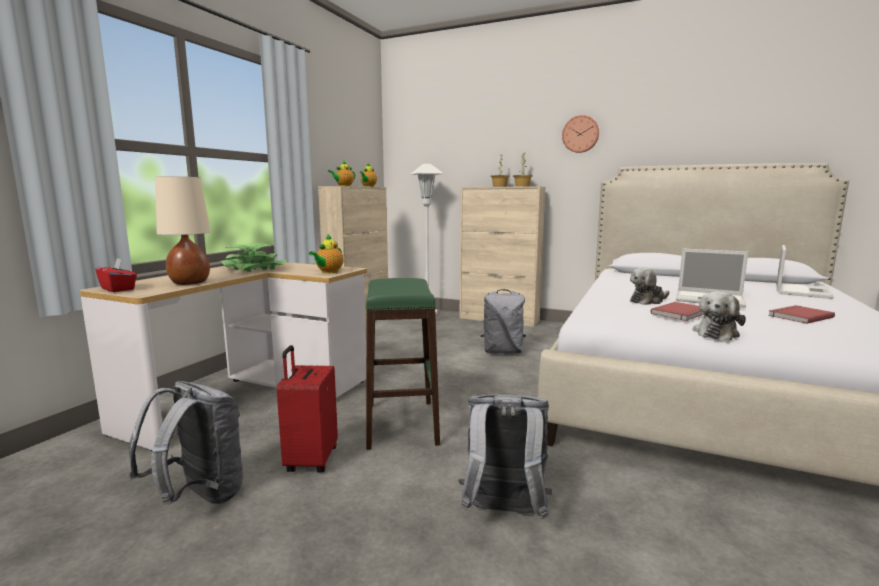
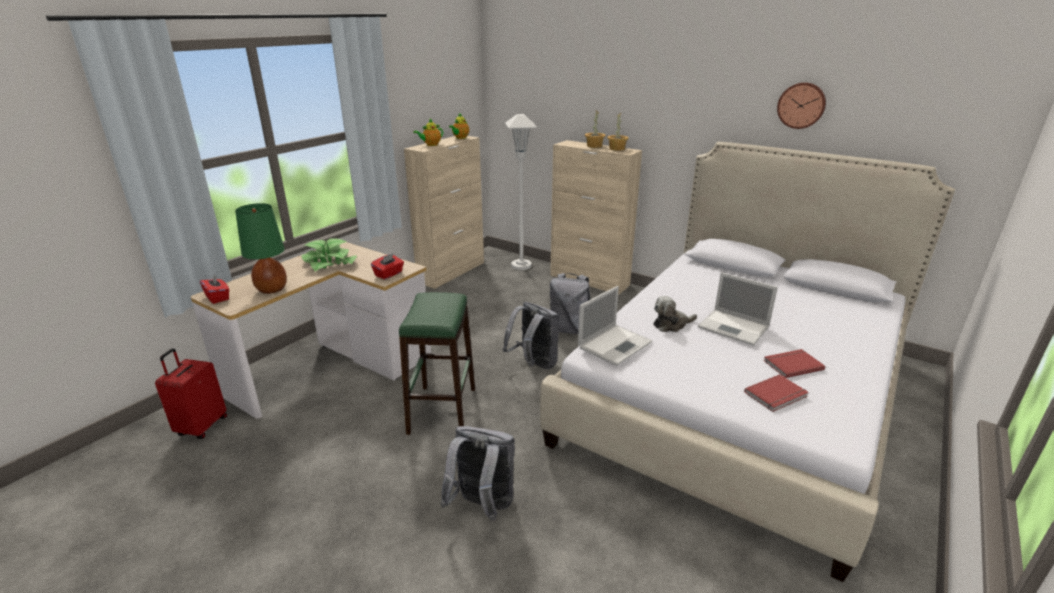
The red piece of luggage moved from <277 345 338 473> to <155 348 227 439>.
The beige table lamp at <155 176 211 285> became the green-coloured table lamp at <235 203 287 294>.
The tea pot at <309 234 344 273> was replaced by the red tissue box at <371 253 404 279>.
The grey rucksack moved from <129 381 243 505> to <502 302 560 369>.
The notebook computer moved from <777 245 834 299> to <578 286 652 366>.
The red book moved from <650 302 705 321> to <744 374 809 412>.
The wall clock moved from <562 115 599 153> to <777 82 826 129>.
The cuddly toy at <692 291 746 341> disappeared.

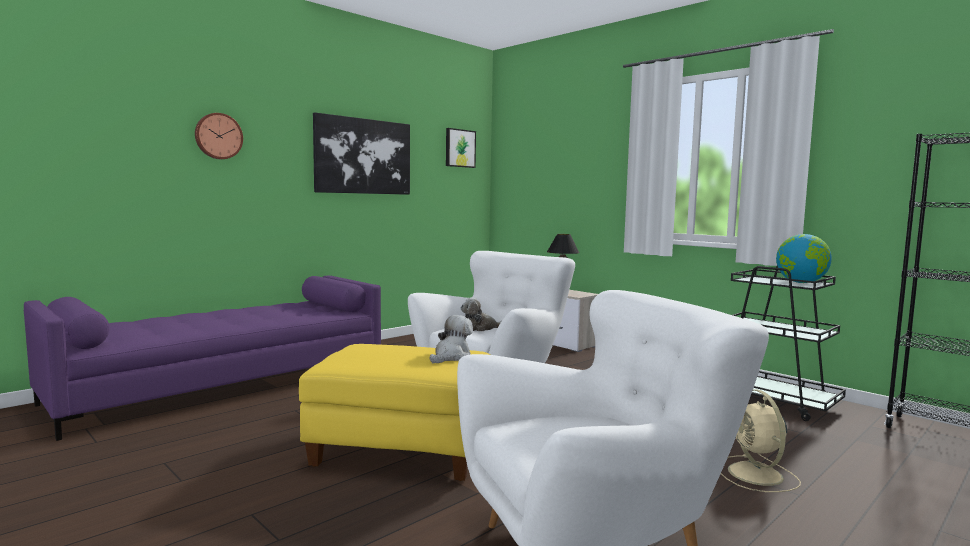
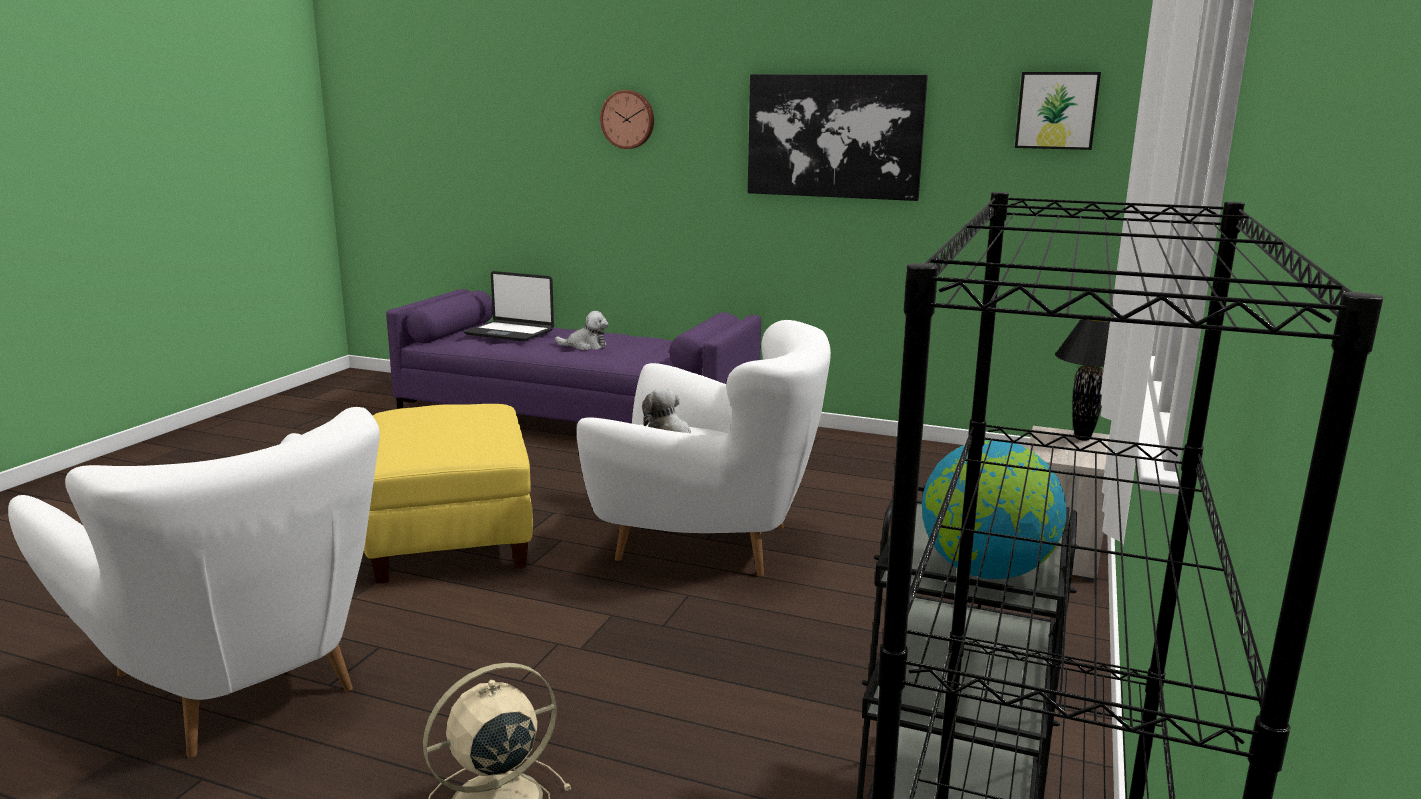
The notebook computer at <464 271 554 341> appeared.
The cuddly toy moved from <430 315 473 363> to <555 311 608 350>.

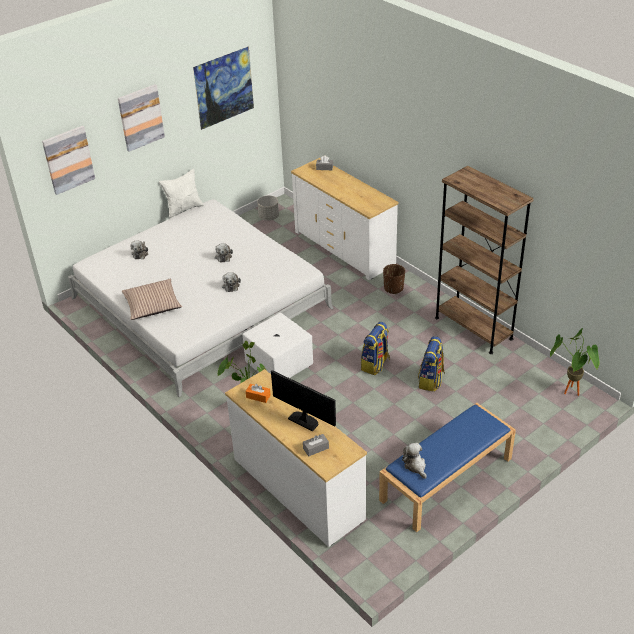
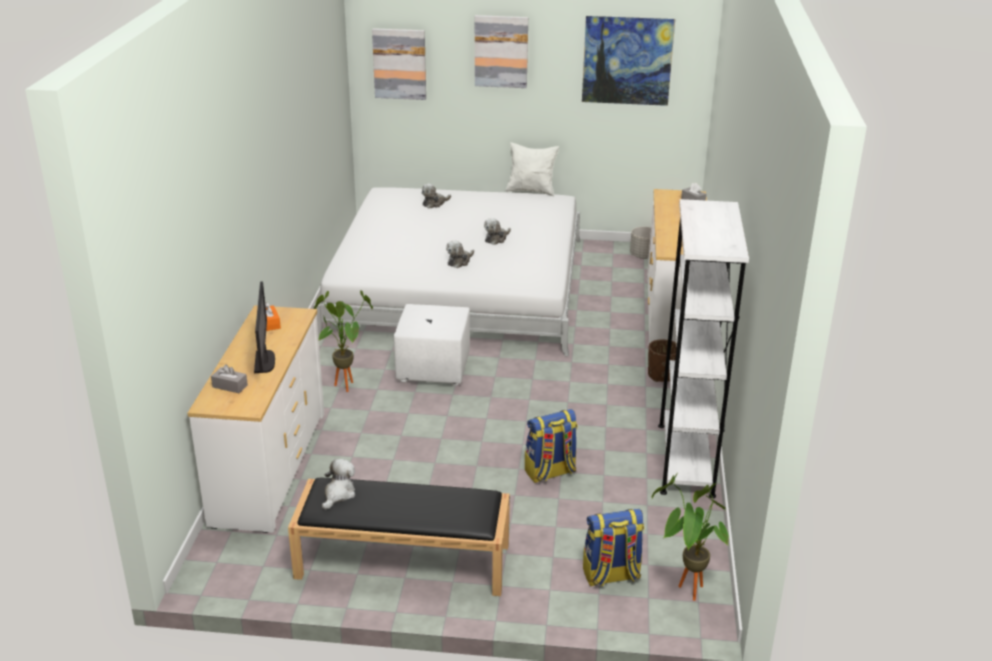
The bluish bench at <379 403 516 532> became the black bench at <288 477 510 596>.
The rucksack moved from <361 322 390 375> to <583 509 644 587>.
The brownish bookshelf at <435 166 534 354> became the white-coloured bookshelf at <658 199 749 498>.
The throw pillow at <122 279 182 320> disappeared.

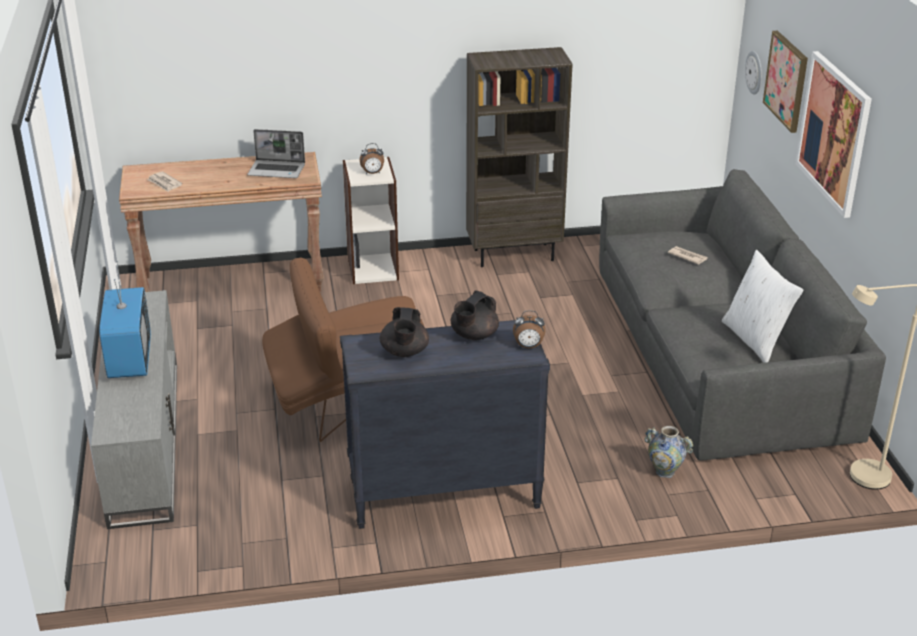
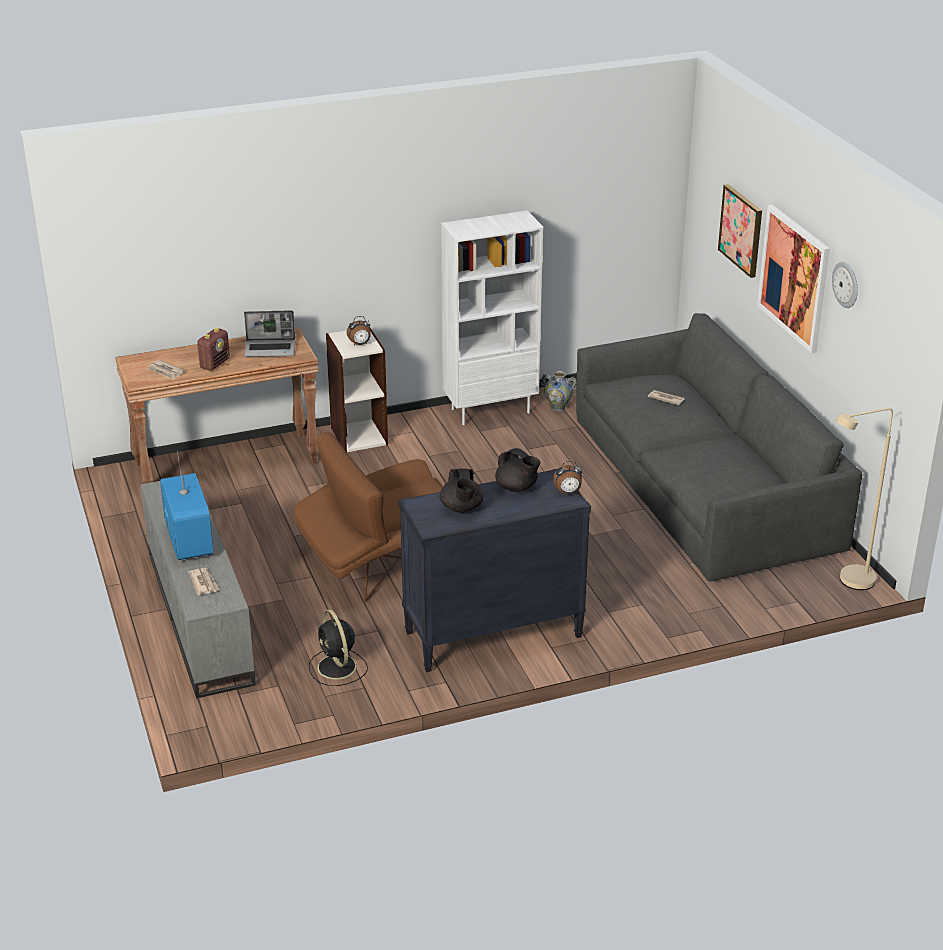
The daily paper at <188 568 219 595> appeared.
The radio set at <197 328 230 371> appeared.
The black cooling fan at <309 609 368 686> appeared.
The brownish bookshelf at <466 47 573 267> became the white-coloured bookshelf at <441 211 543 425>.
The black tea pot at <451 290 499 340> turned 75 degrees counterclockwise.
The decorative vase moved from <644 426 694 478> to <541 371 577 411>.
The wall clock moved from <745 51 762 94> to <832 262 858 308>.
The white-coloured throw pillow at <722 250 803 363> disappeared.

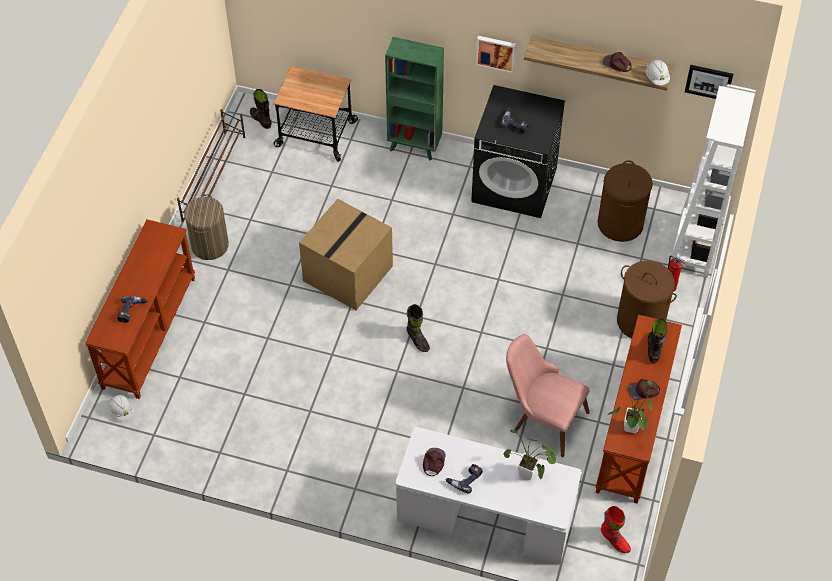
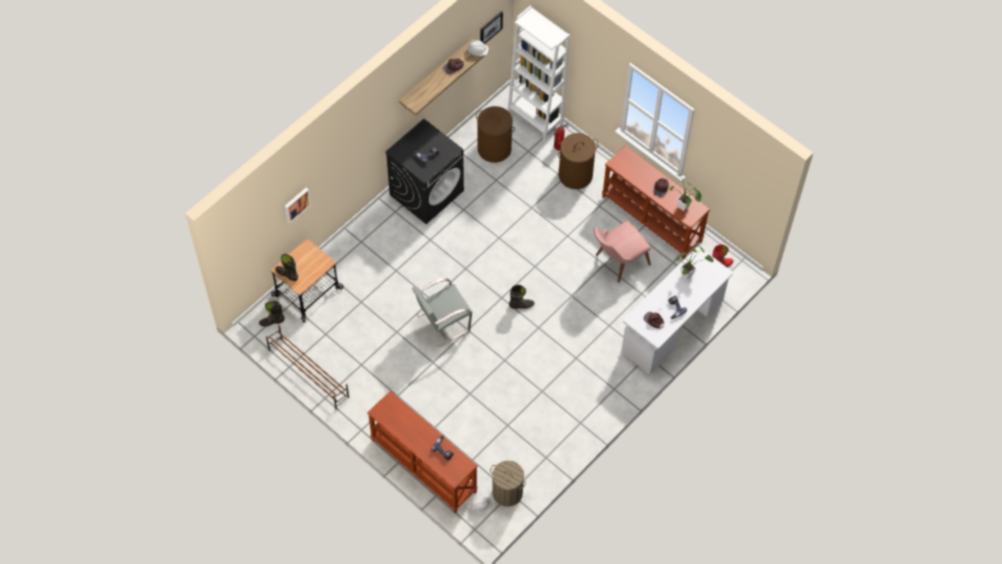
The black high-top boot moved from <648 318 667 363> to <275 254 298 281>.
The picture moved from <476 36 516 73> to <285 188 311 223>.
The packing box at <299 199 393 310> was replaced by the grey upright chair at <412 278 472 348>.
The laundry basket moved from <184 194 229 260> to <490 461 526 507>.
The green-coloured bookshelf at <385 37 444 160> disappeared.

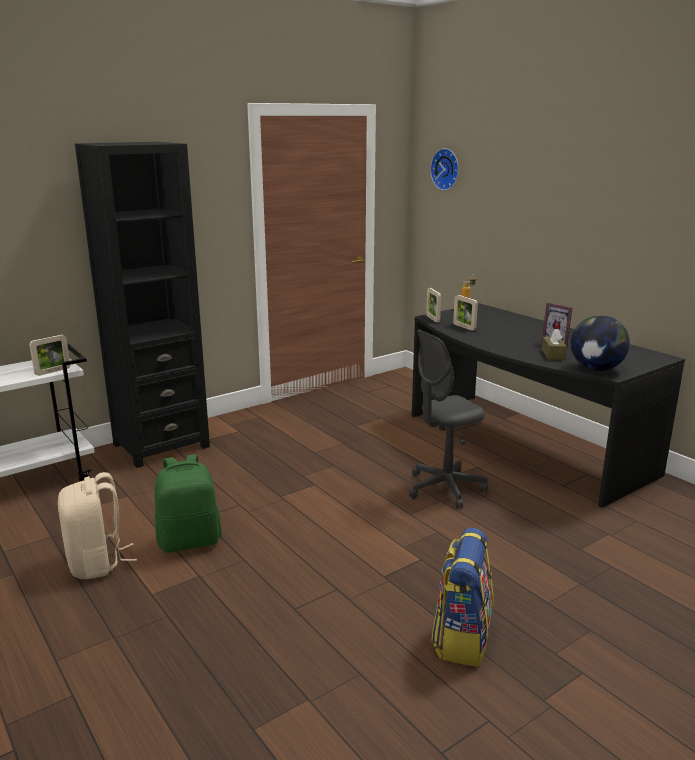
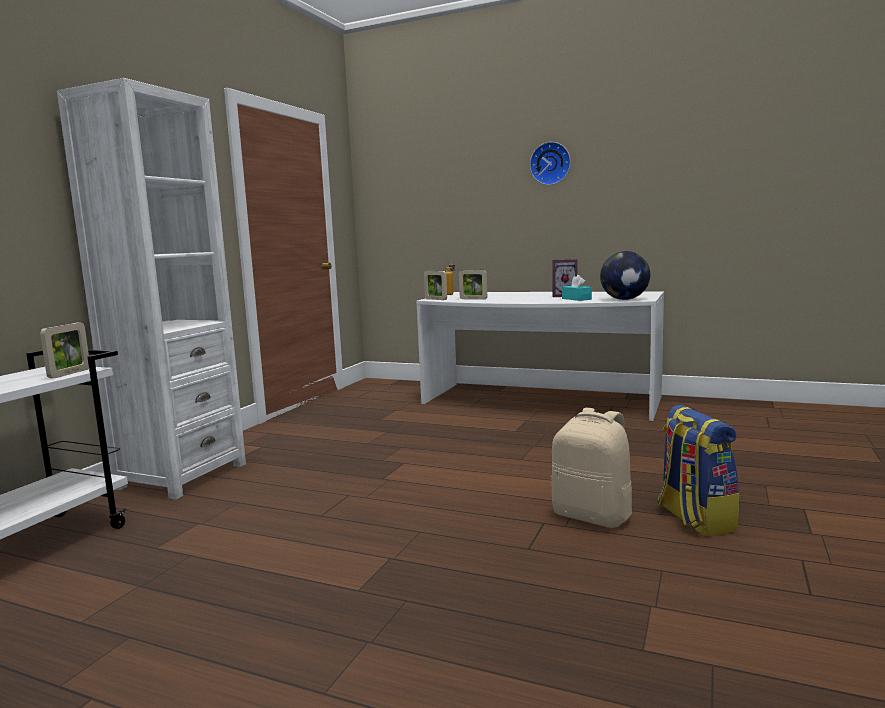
The black bookshelf at <75 142 210 468> became the white-coloured bookshelf at <57 78 246 500>.
The black desk table at <412 303 685 508> became the white-coloured desk table at <416 291 664 421>.
The wall clock moved from <430 148 459 190> to <530 142 571 185>.
The beige rucksack moved from <58 472 137 579> to <552 408 632 528>.
The brownish tissue box at <542 329 567 360> became the turquoise tissue box at <562 275 592 301>.
The green-coloured rucksack at <155 454 222 553> disappeared.
The grey computer chair at <409 330 488 508> disappeared.

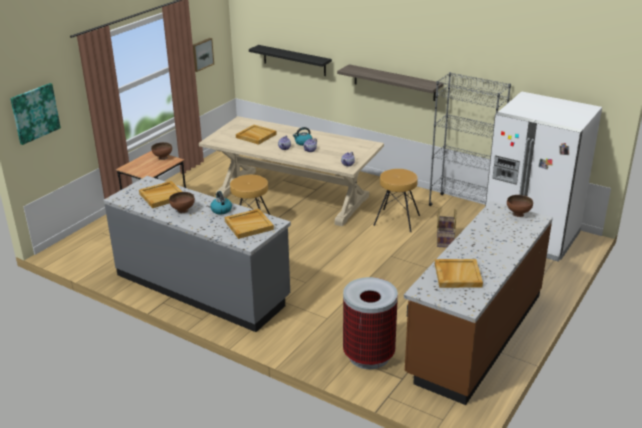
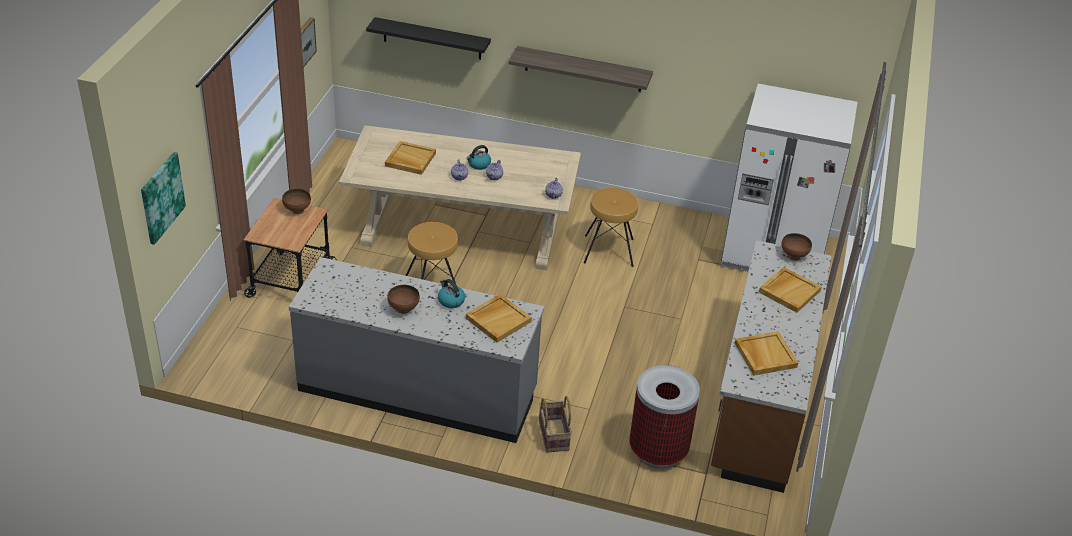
The basket moved from <437 208 456 248> to <539 396 572 453>.
The beige carrying tray moved from <139 181 182 208> to <759 267 821 313>.
The grey bookshelf at <429 72 511 206> disappeared.

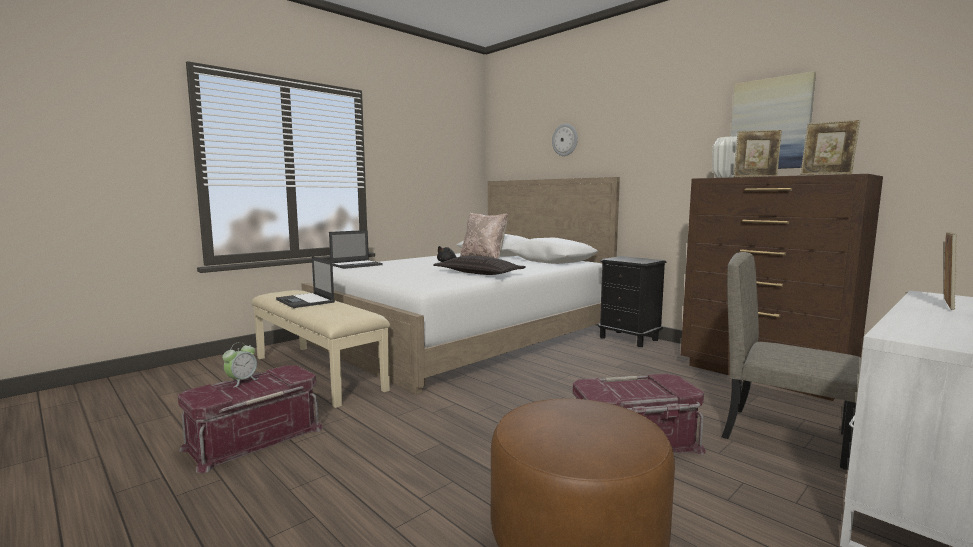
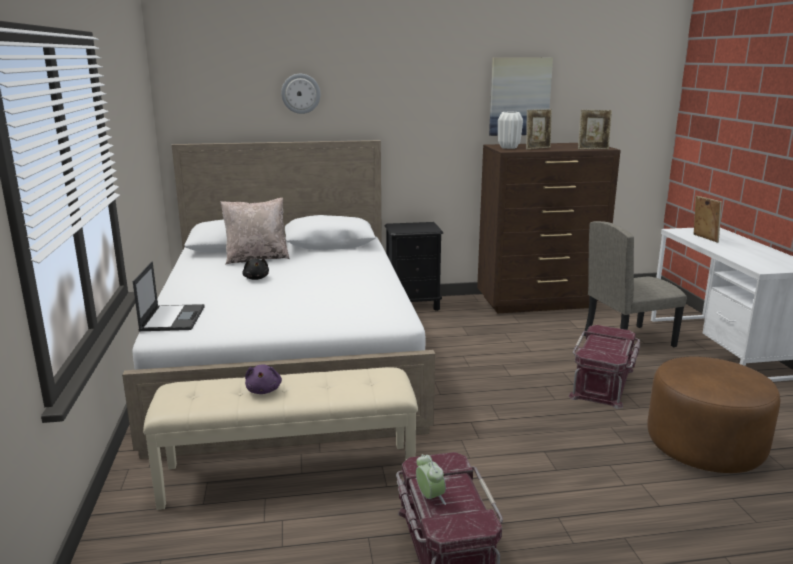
The notebook computer at <276 256 335 308> was replaced by the purplish cuddly toy at <245 364 282 394>.
The throw pillow at <433 256 526 275> disappeared.

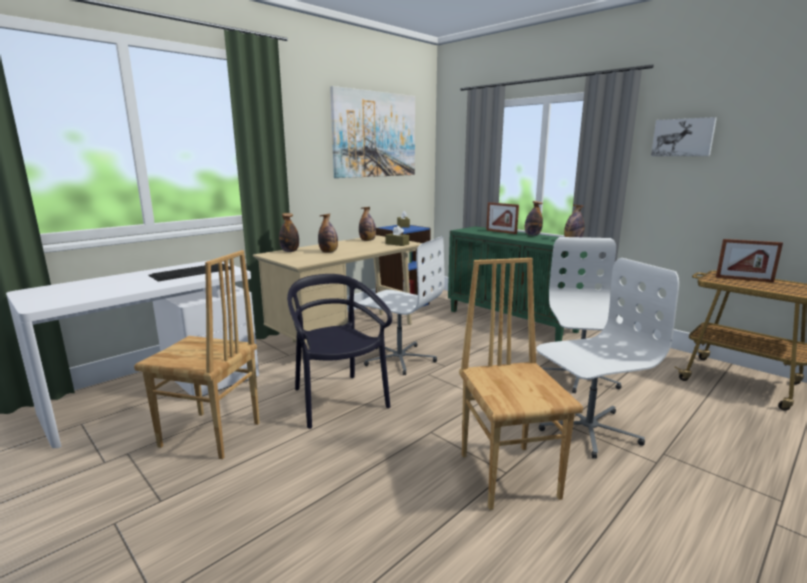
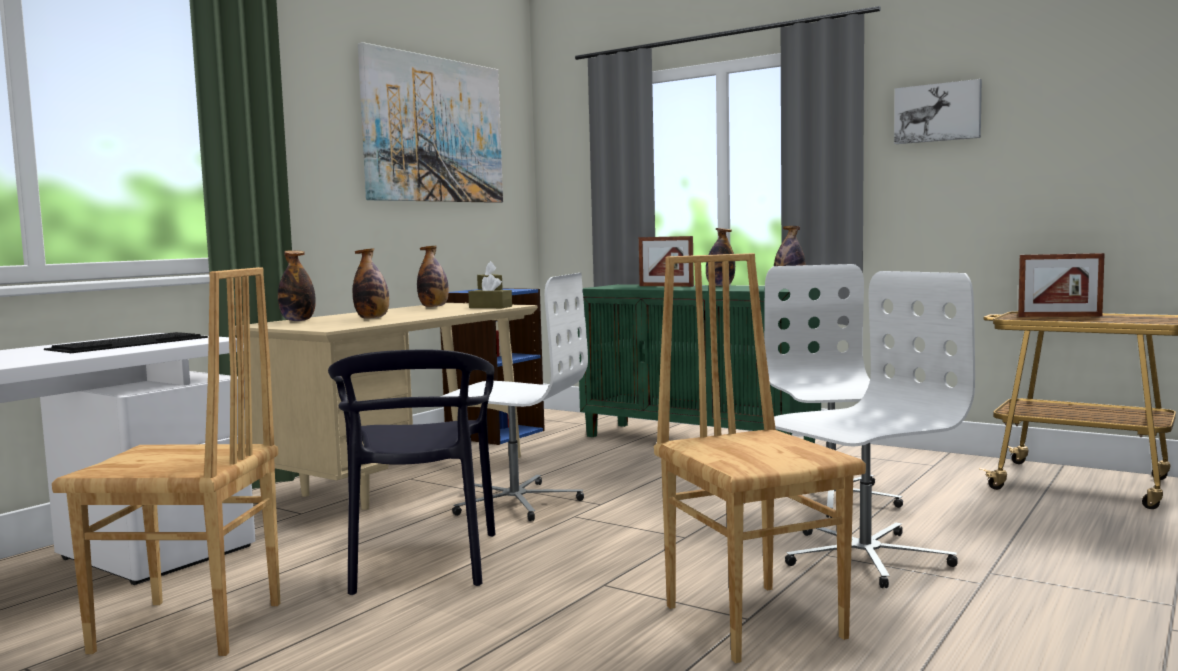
The black upright chair at <287 274 392 429> turned 150 degrees counterclockwise.

